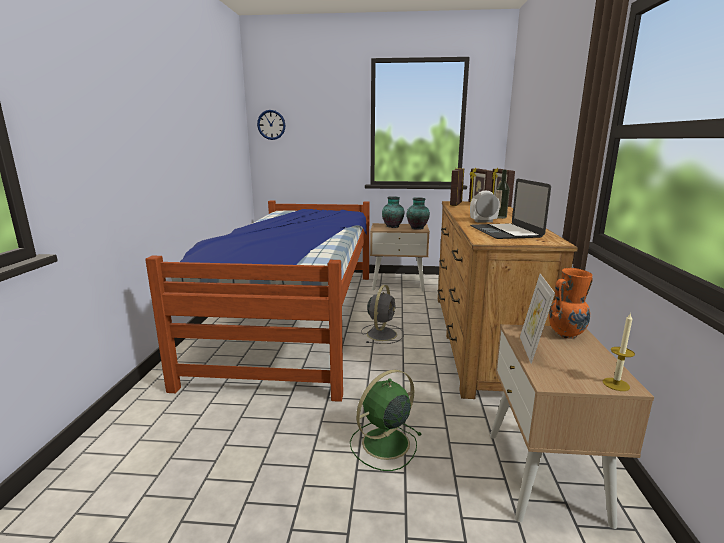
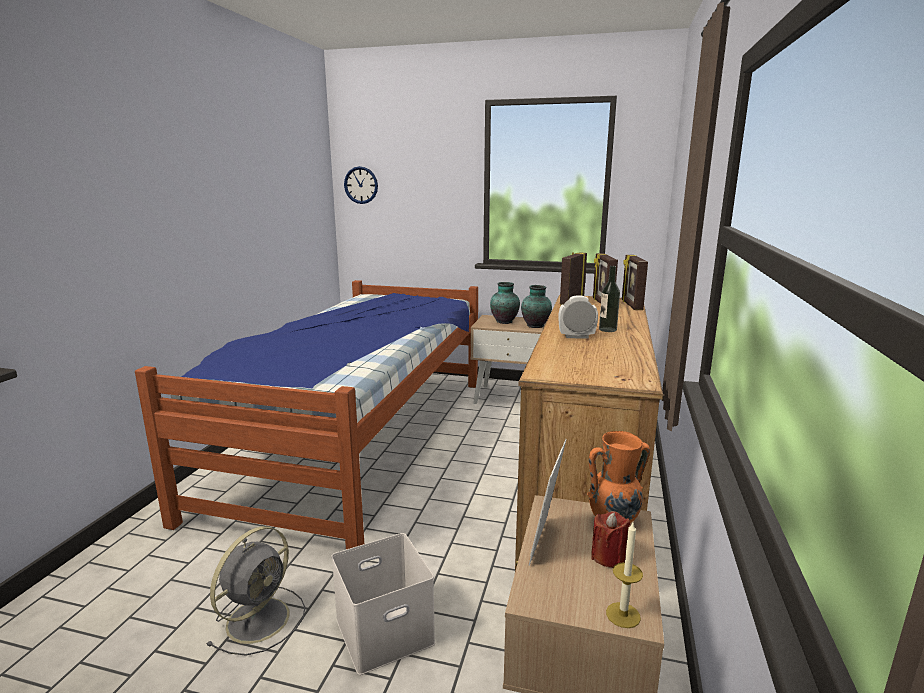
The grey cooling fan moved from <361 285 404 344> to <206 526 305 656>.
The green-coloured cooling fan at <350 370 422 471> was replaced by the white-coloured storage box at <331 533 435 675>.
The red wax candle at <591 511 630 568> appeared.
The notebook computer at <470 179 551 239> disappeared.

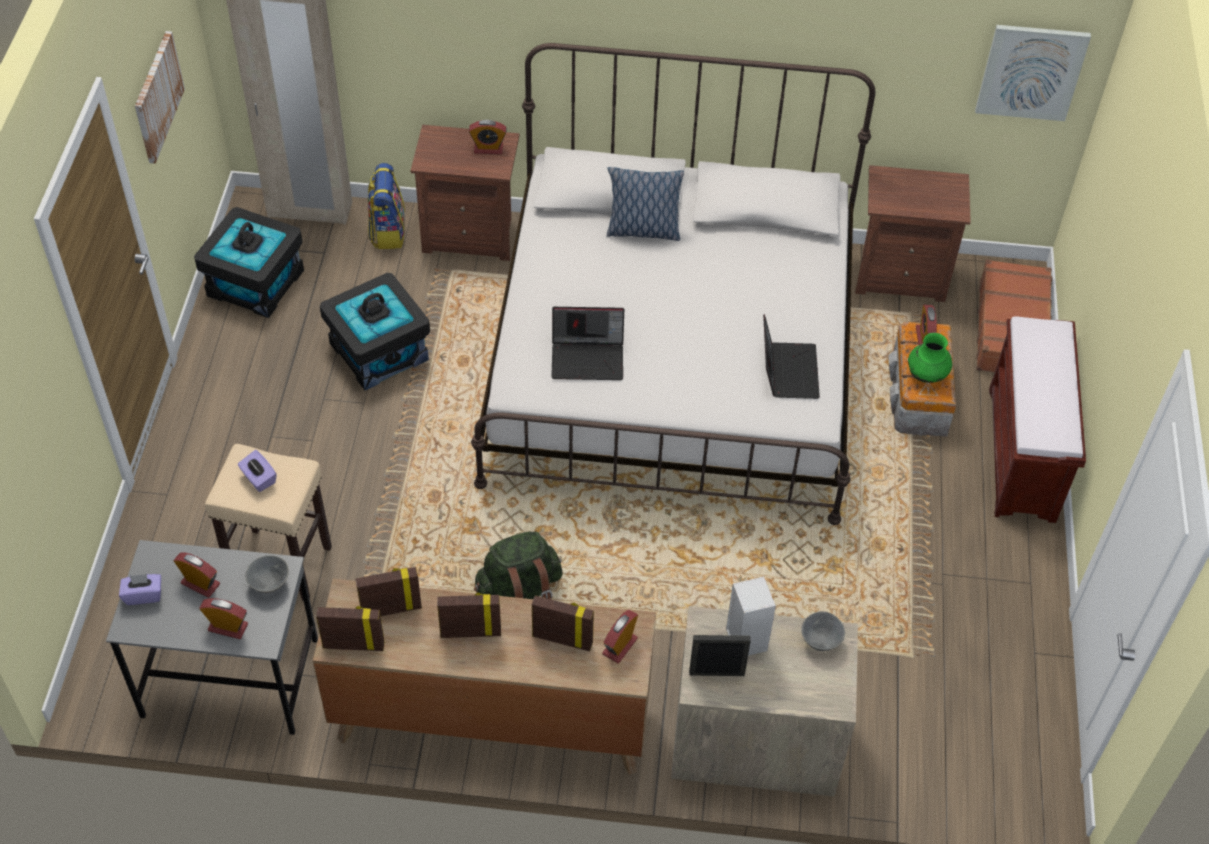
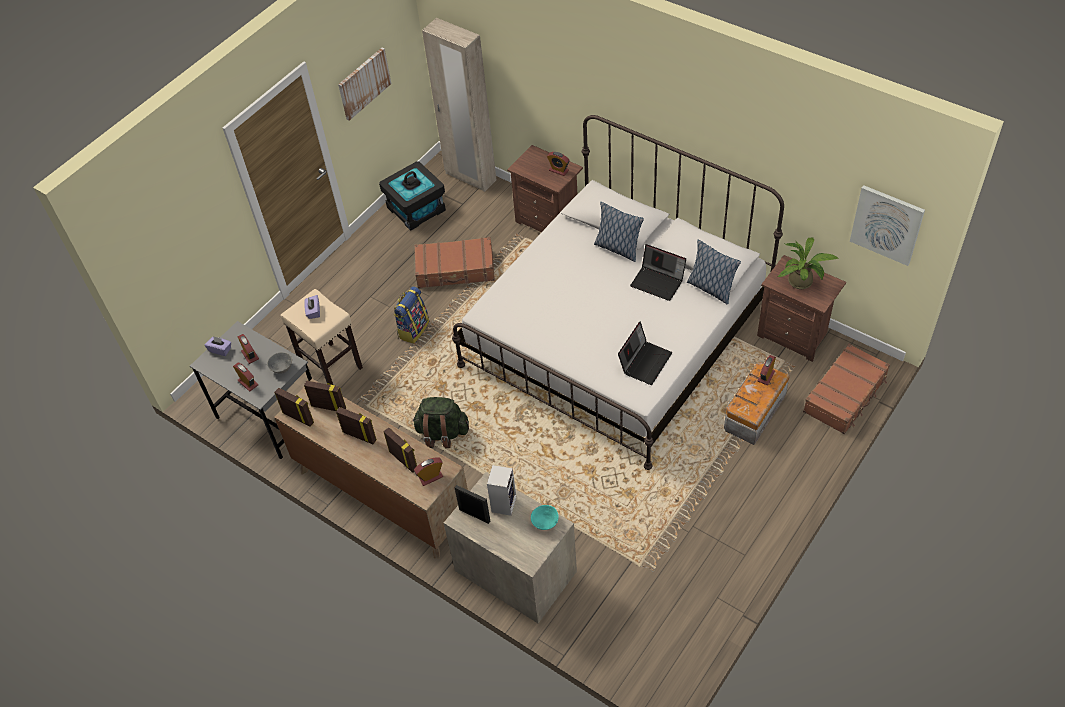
The rucksack moved from <368 163 405 249> to <394 286 429 344>.
The black storage box at <320 273 430 390> was replaced by the brownish piece of luggage at <414 237 495 288>.
The grey serving bowl at <801 611 845 651> became the turquoise serving bowl at <531 505 559 530>.
The notebook computer moved from <551 307 624 380> to <630 244 686 301>.
The throw pillow at <687 240 741 304> appeared.
The plant in a pot at <777 238 839 289> appeared.
The green-coloured decorative vase at <908 333 952 383> disappeared.
The brownish bench at <989 316 1086 523> disappeared.

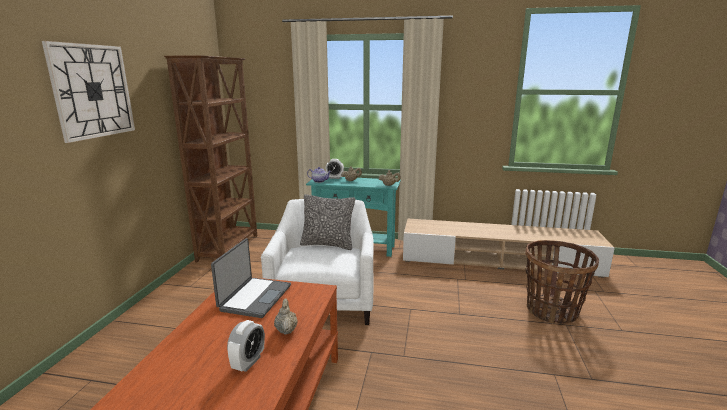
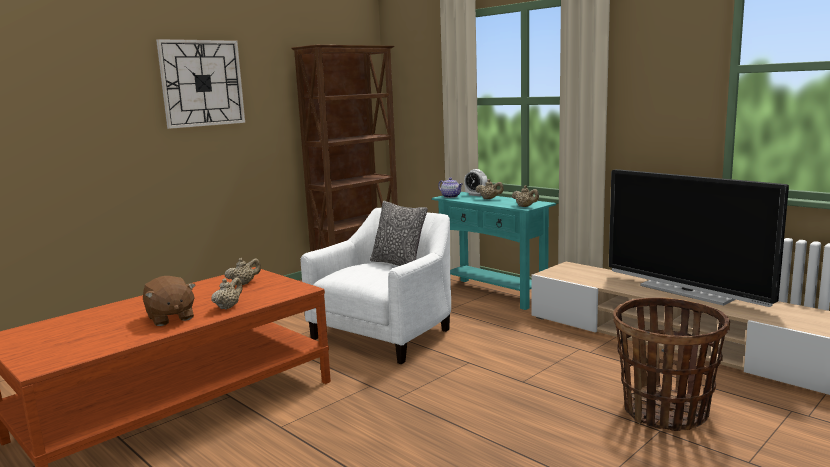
The bedside clock at <227 320 265 372> was replaced by the brownish cuddly toy at <143 276 195 326>.
The notebook computer at <211 238 291 318> was replaced by the beige tea pot at <225 258 261 285>.
The television at <609 169 789 307> appeared.

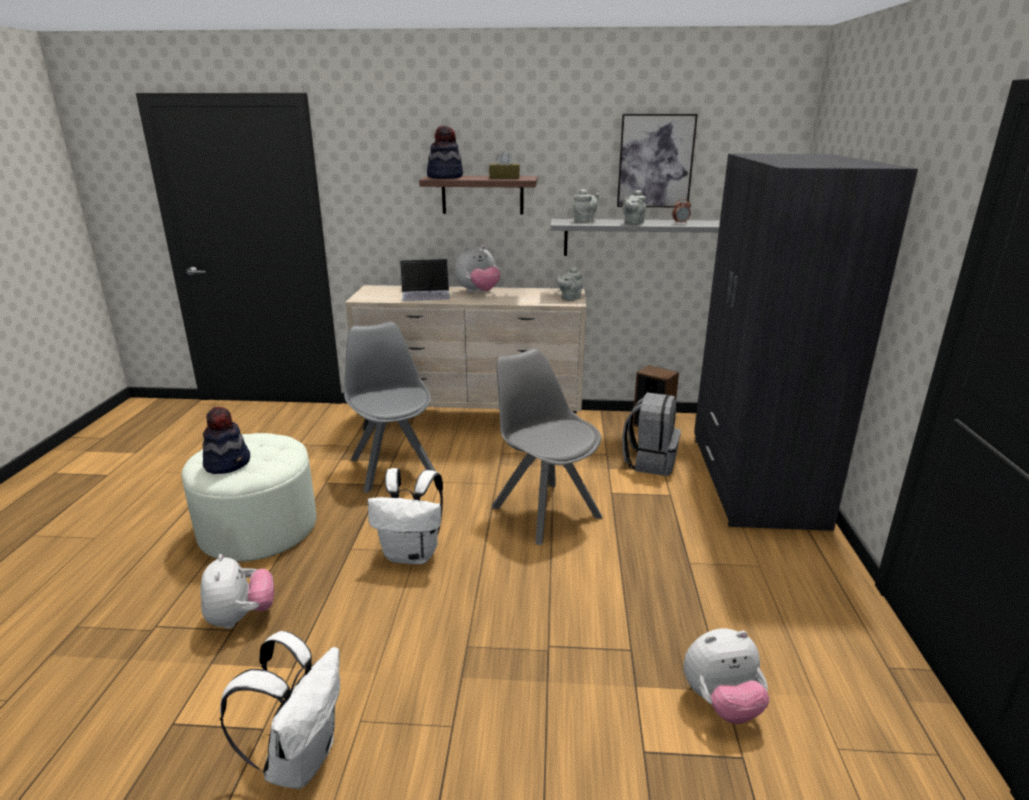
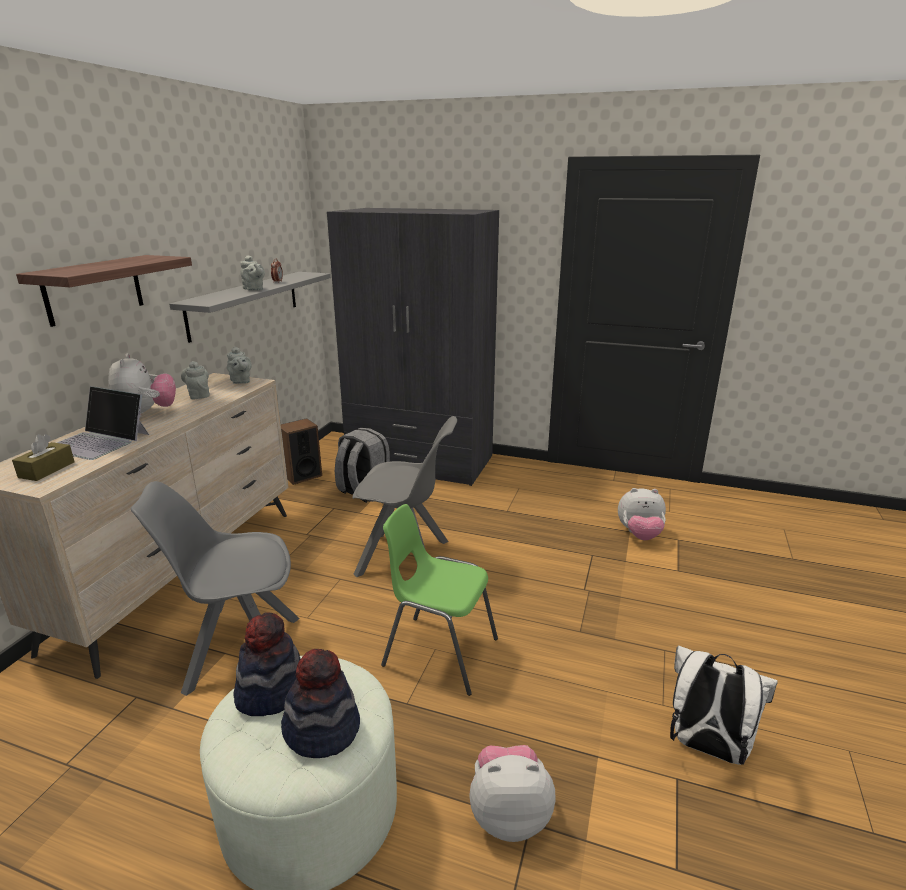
The brownish tissue box moved from <489 151 520 179> to <12 434 75 481>.
The notebook computer at <400 259 450 301> turned 105 degrees clockwise.
The grey tea pot moved from <573 189 599 222> to <181 361 210 399>.
The wearable hat moved from <427 126 463 179> to <233 612 301 716>.
The grey upright chair at <492 349 603 545> turned 150 degrees counterclockwise.
The white-coloured rucksack at <368 468 443 564> was replaced by the green-coloured upright chair at <381 504 498 696>.
The cuddly toy at <684 628 769 724> turned 90 degrees clockwise.
The picture at <617 114 698 207> disappeared.

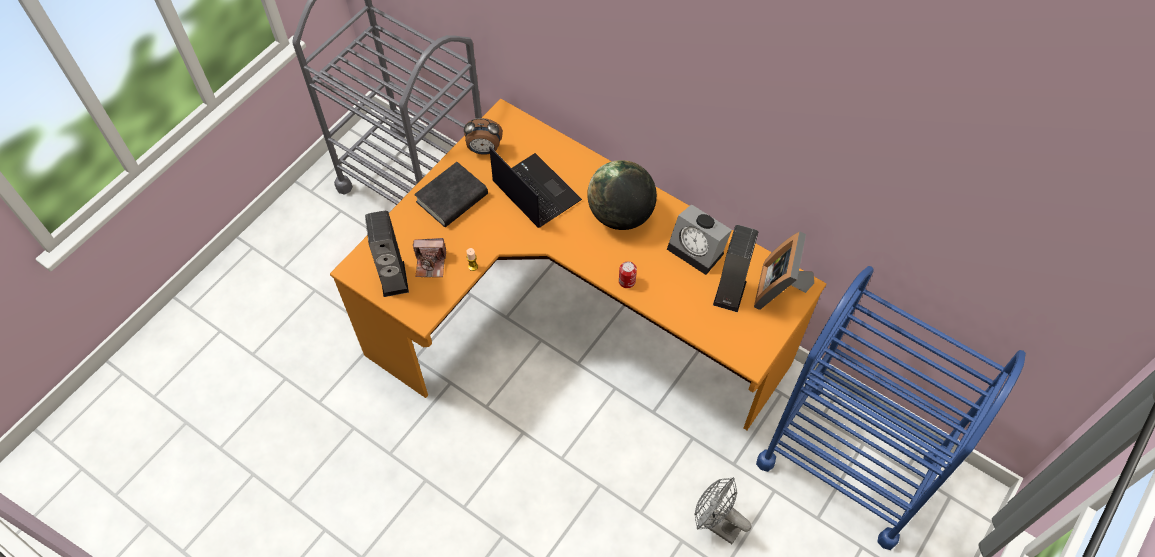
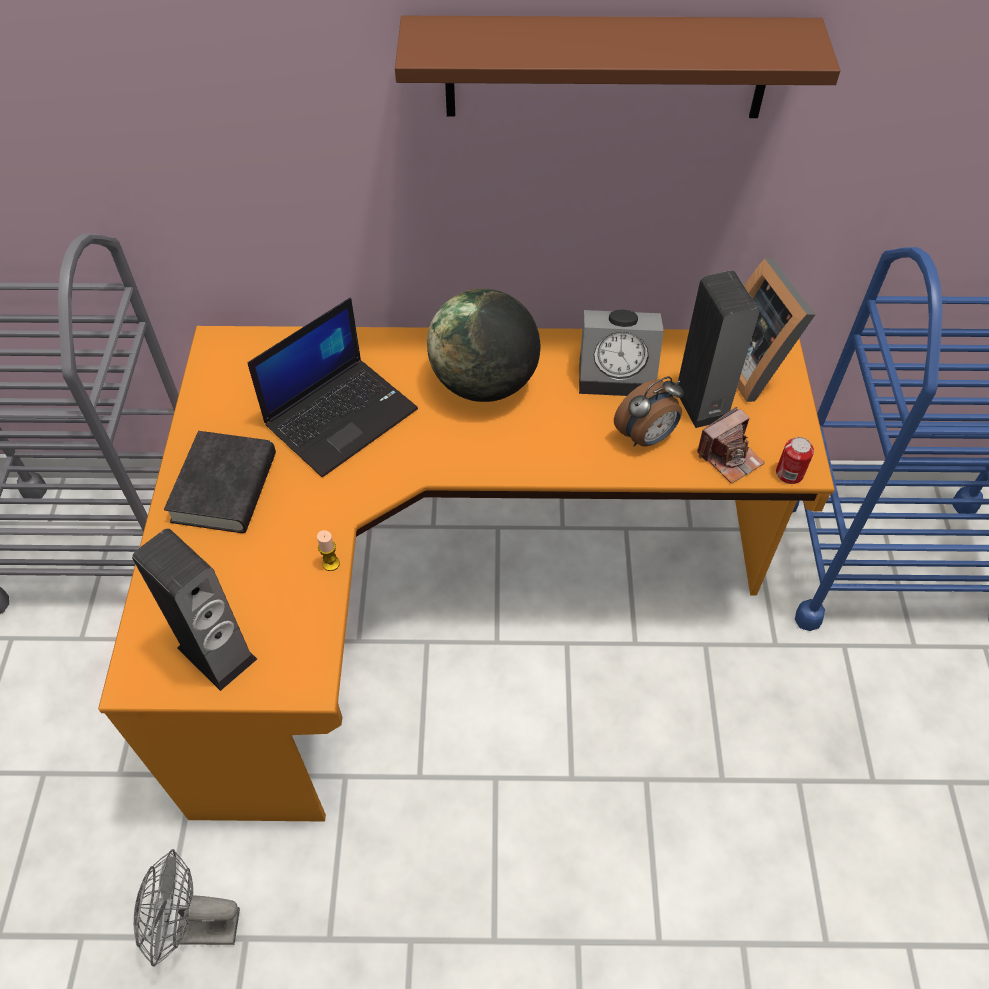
The grey cooling fan moved from <694 477 752 544> to <134 849 240 967>.
The notebook computer at <490 147 582 228> turned 120 degrees clockwise.
The brownish bracket shelf at <395 16 840 118> appeared.
The bedside clock moved from <464 118 503 155> to <614 377 684 447>.
The still camera moved from <413 238 446 277> to <697 407 765 484>.
The can moved from <619 261 637 288> to <776 437 814 484>.

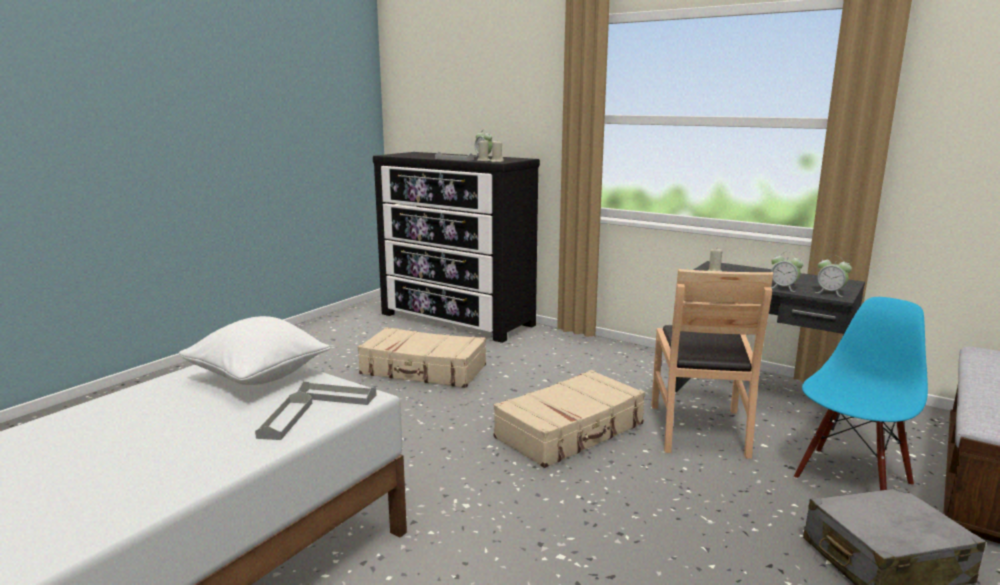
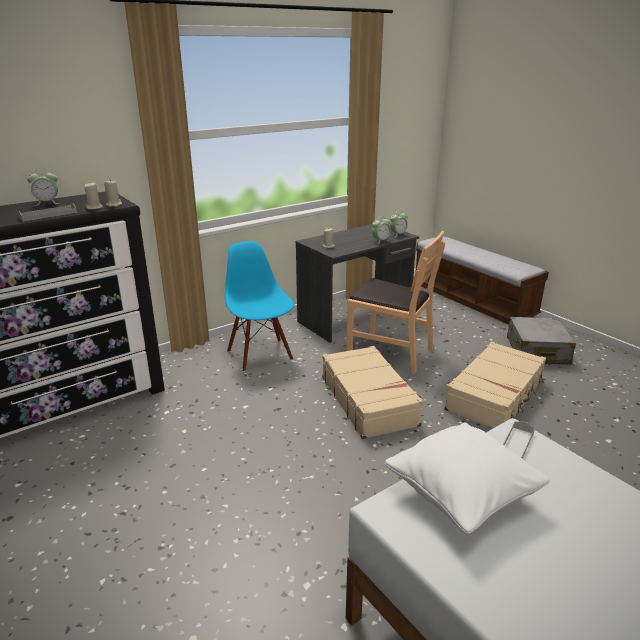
The bluish upright chair moved from <794 297 928 491> to <225 241 294 372>.
The beige piece of luggage moved from <358 327 486 388> to <444 342 546 428>.
The grey carrying tray at <255 391 312 440> disappeared.

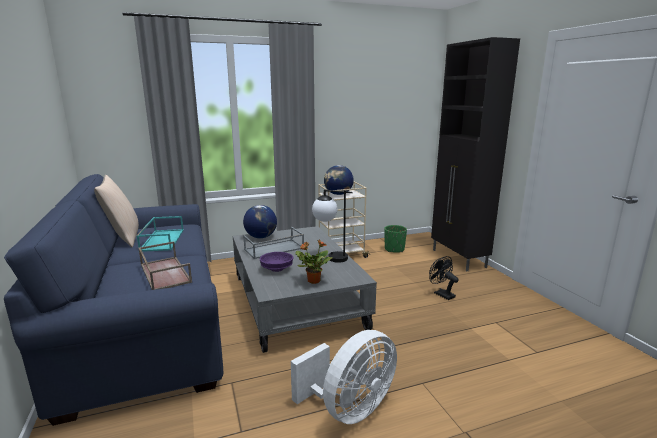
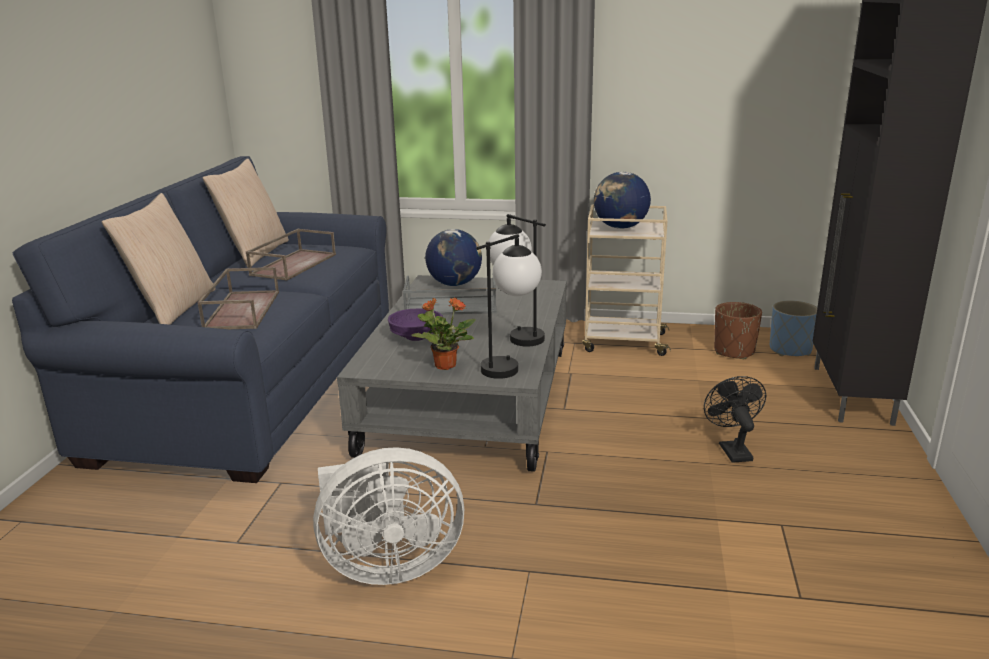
The beige throw pillow at <102 193 215 325> appeared.
The turquoise carrying tray at <137 216 184 252> became the brownish carrying tray at <246 229 336 281>.
The table lamp at <476 234 542 379> appeared.
The green-coloured plant pot at <384 225 407 252> became the brownish plant pot at <714 302 762 359>.
The bluish plant pot at <770 300 817 356> appeared.

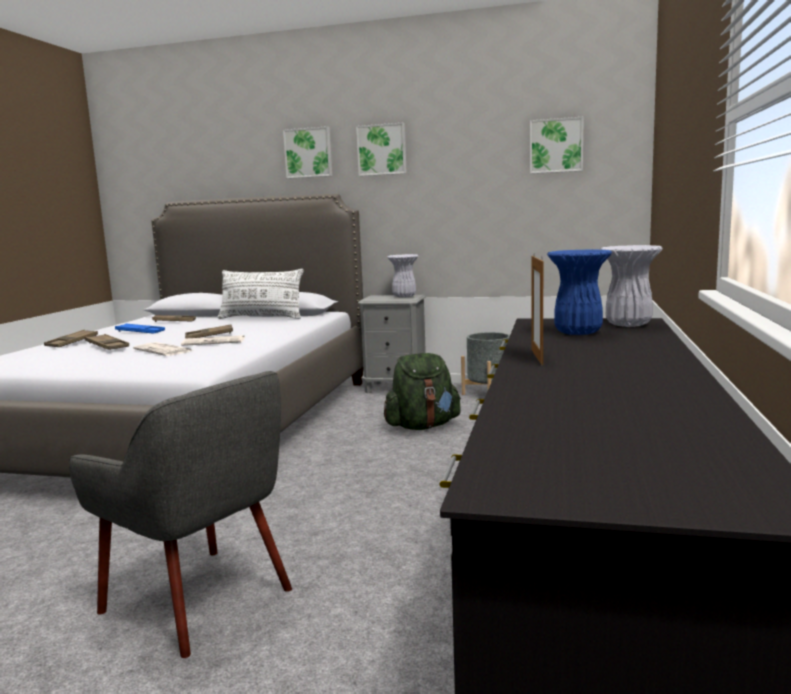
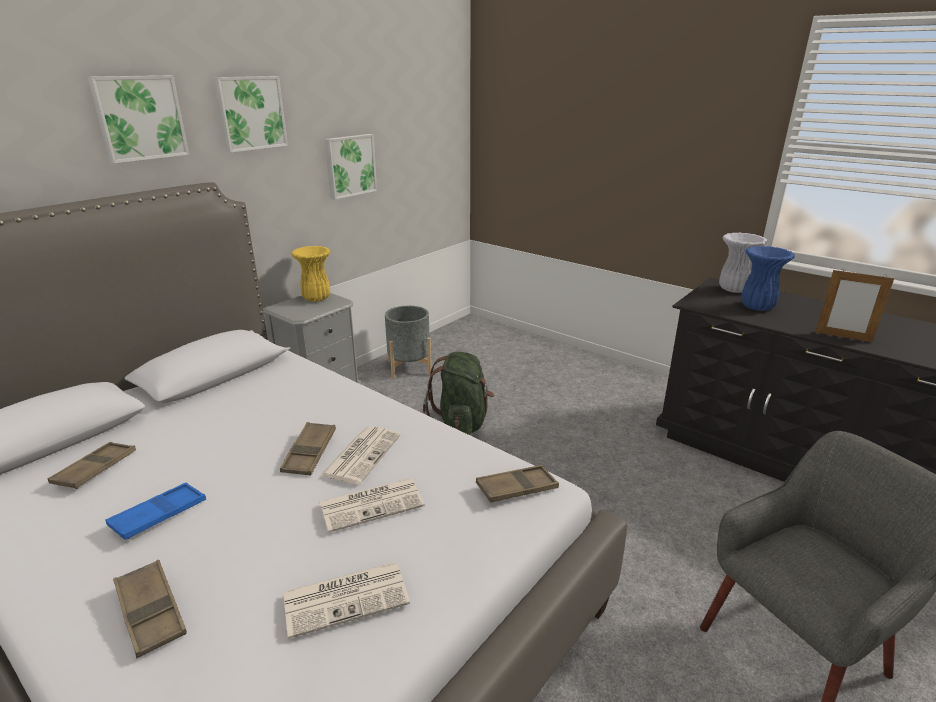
The daily paper at <284 562 410 639> appeared.
The white-coloured decorative vase at <387 254 418 298> became the yellowish decorative vase at <291 246 331 302>.
The picture moved from <530 117 584 174> to <325 134 377 200>.
The brownish carrying tray moved from <85 334 129 350> to <476 465 559 503>.
The white-coloured throw pillow at <218 269 303 319> disappeared.

